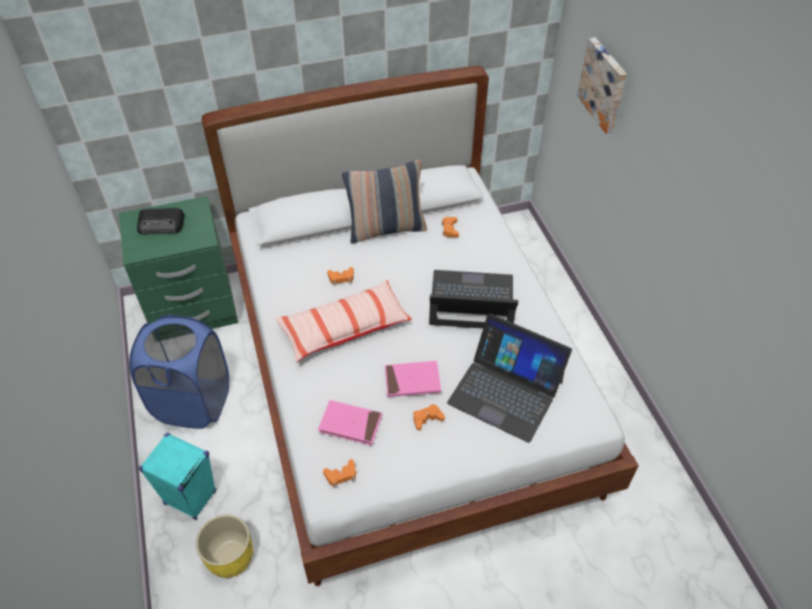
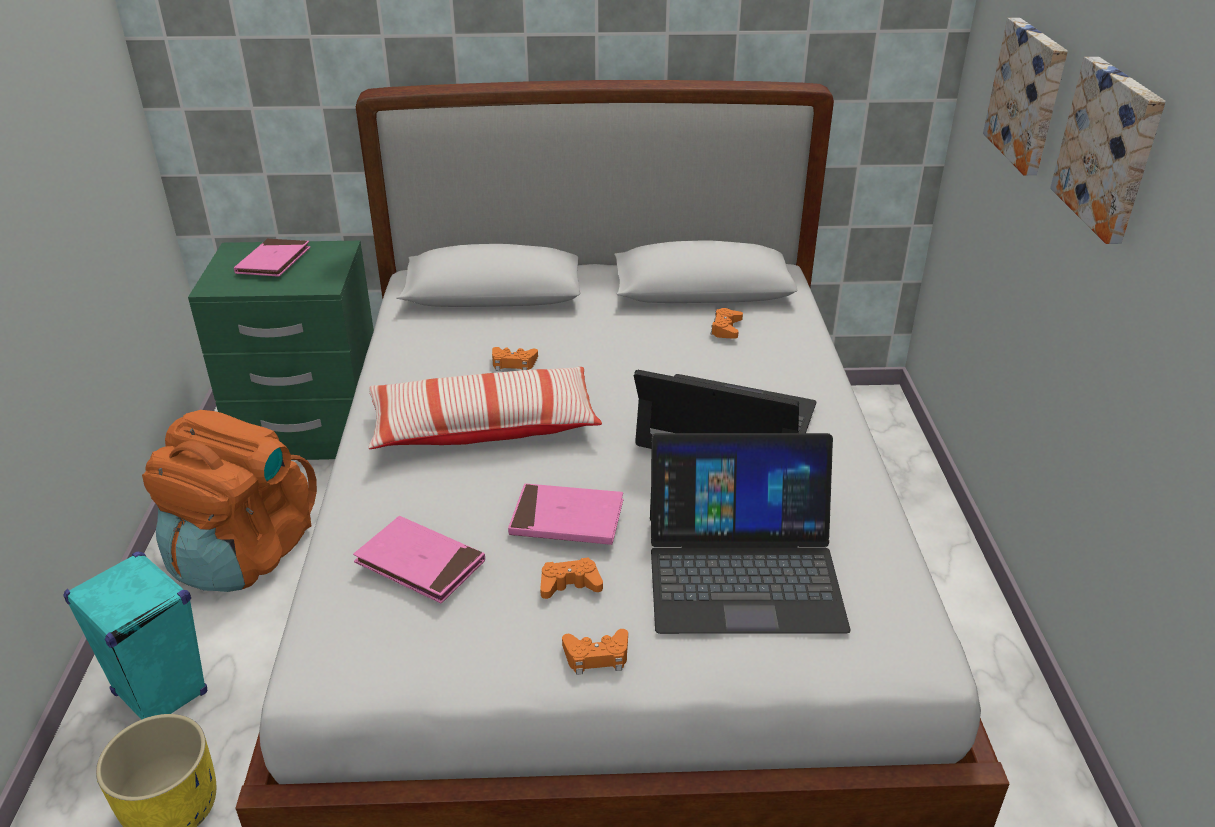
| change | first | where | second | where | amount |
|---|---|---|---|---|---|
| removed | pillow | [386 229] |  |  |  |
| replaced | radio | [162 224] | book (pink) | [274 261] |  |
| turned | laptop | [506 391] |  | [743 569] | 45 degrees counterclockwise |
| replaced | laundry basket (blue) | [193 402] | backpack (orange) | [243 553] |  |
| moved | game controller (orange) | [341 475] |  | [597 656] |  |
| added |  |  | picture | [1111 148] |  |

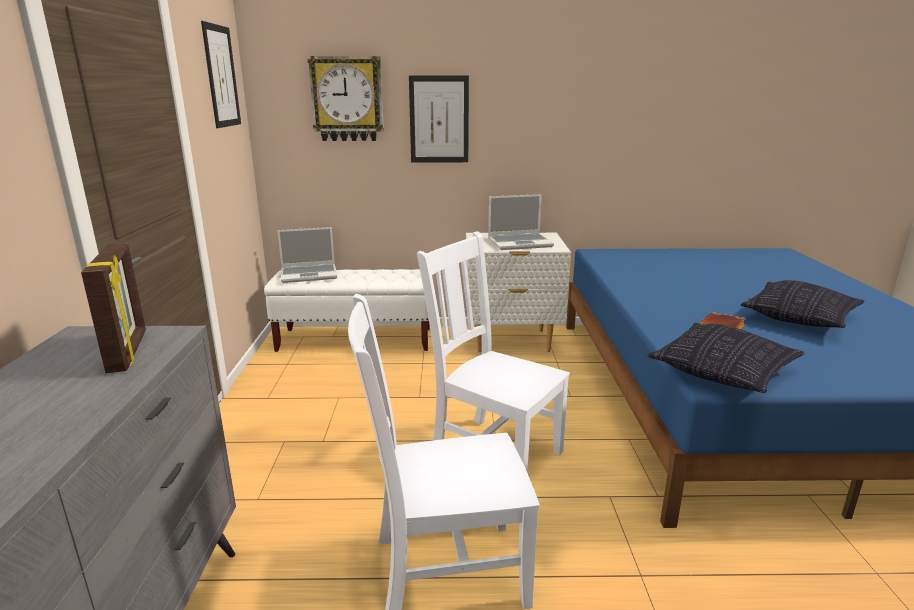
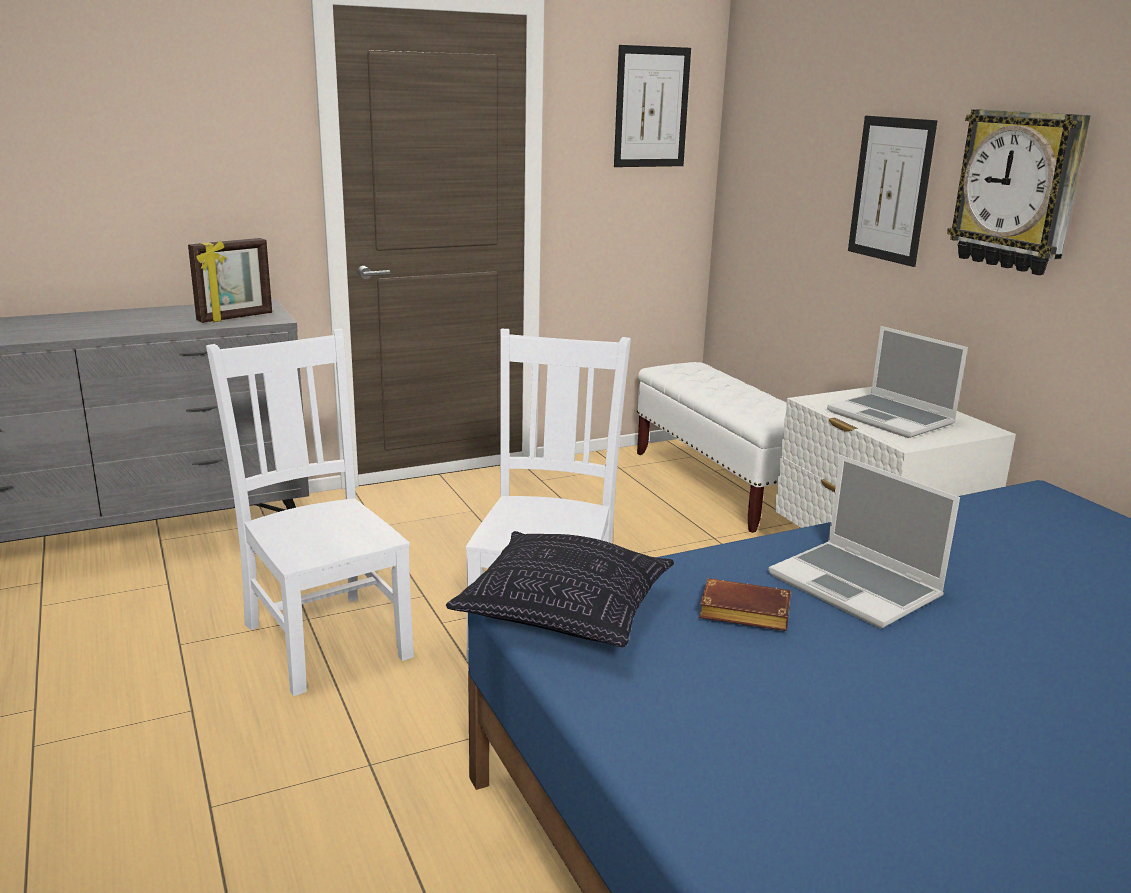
| change | first | where | second | where | amount |
|---|---|---|---|---|---|
| moved | wall clock | [347 99] |  | [1017 191] |  |
| moved | laptop | [310 274] |  | [857 587] |  |
| removed | pillow | [798 318] |  |  |  |

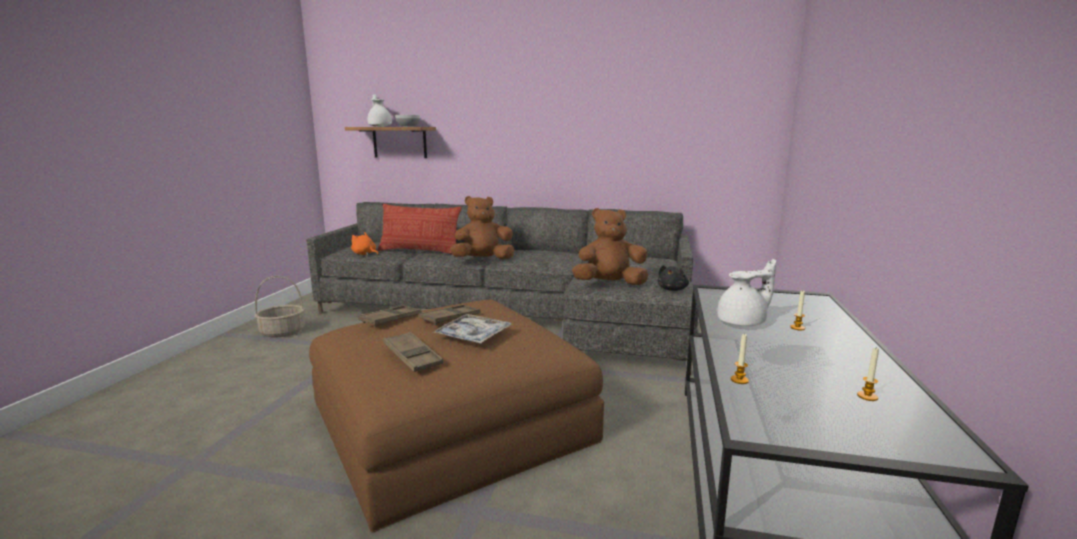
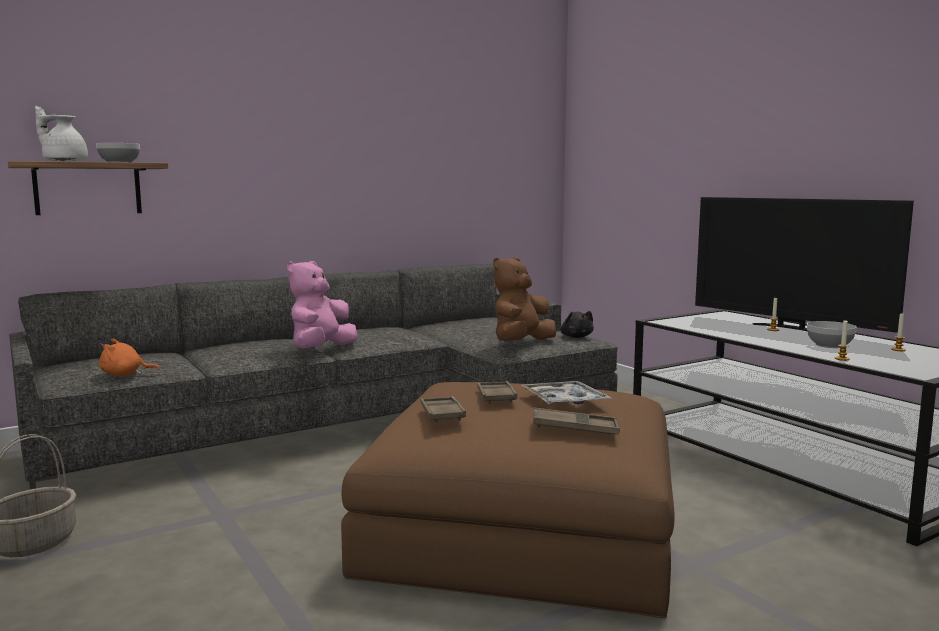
| change | first | where | second | where | amount |
|---|---|---|---|---|---|
| recoloured | plush toy (brown) | [483 260] | plush toy (pink) | [321 350] |  |
| removed | pillow | [420 251] |  |  |  |
| removed | teapot (white) | [743 322] |  |  |  |
| added |  |  | television | [789 328] |  |
| added |  |  | bowl | [830 345] |  |

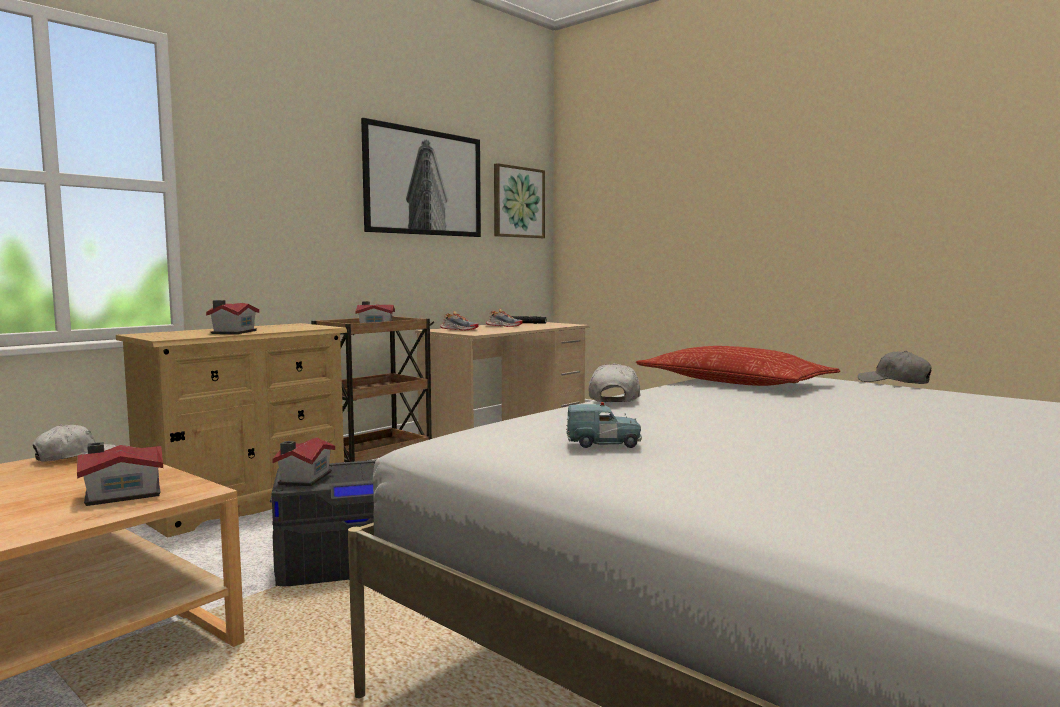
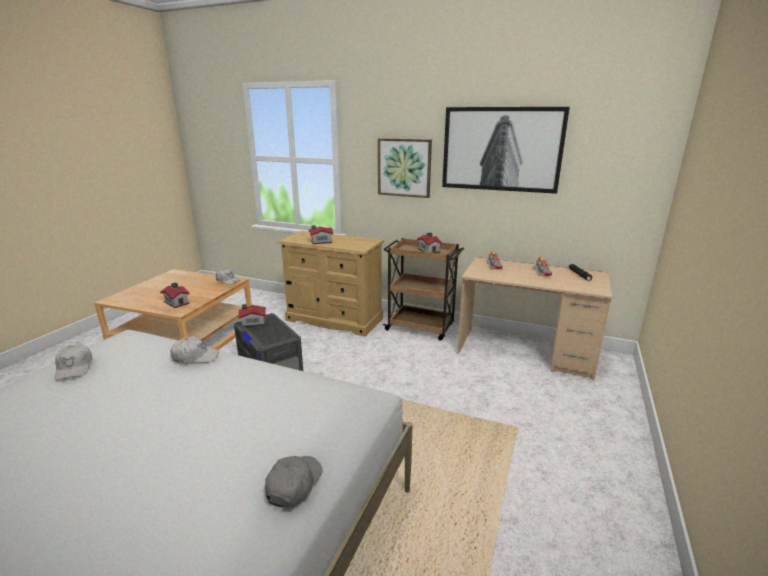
| change | first | where | second | where | amount |
|---|---|---|---|---|---|
| moved | picture | [518 202] |  | [404 167] |  |
| removed | pillow | [732 381] |  |  |  |
| replaced | toy car (blue) | [604 444] | cap (white) | [74 368] |  |

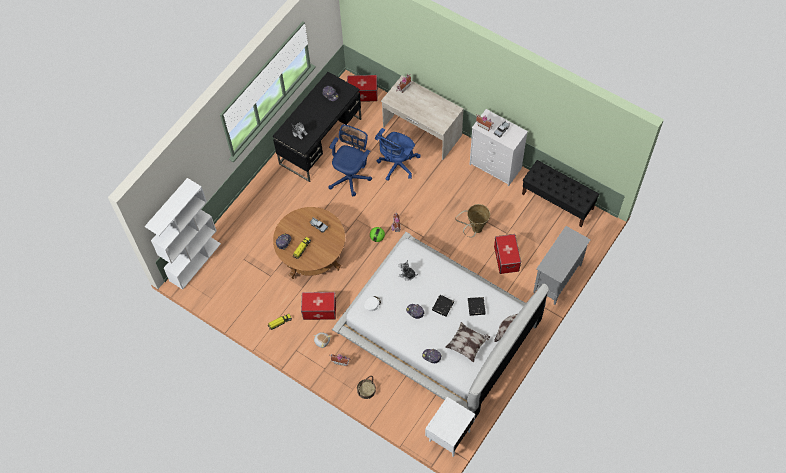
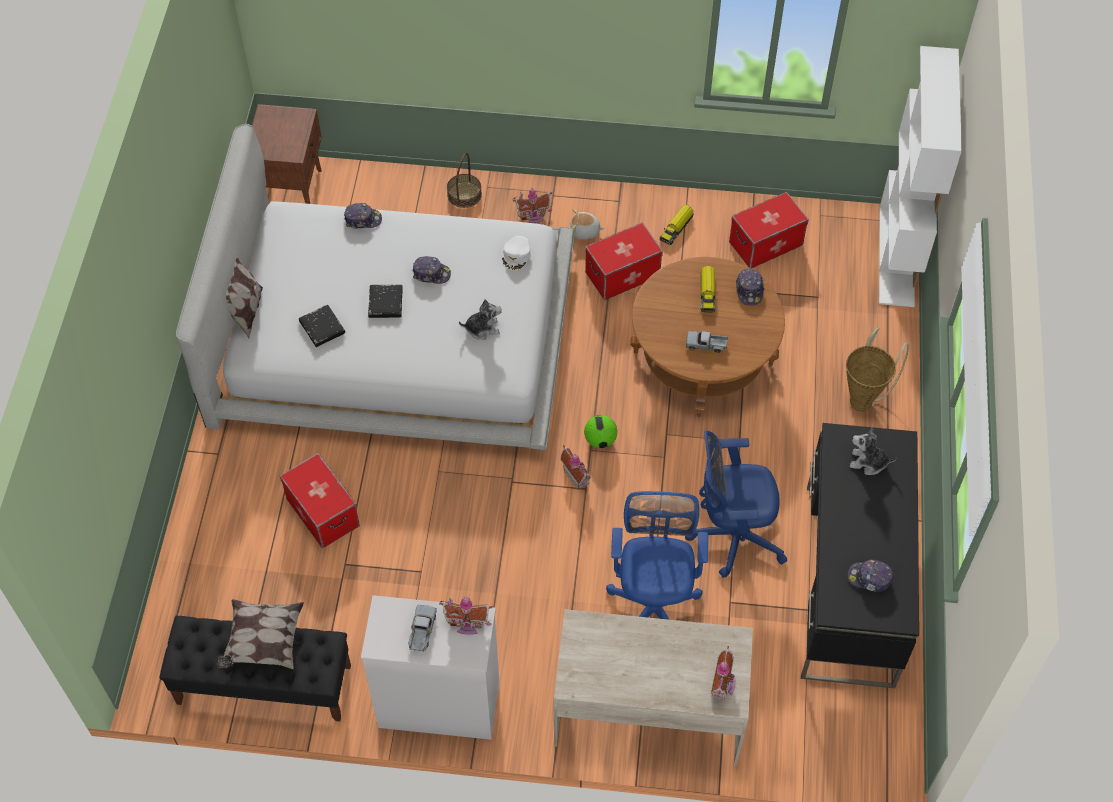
| change | first | where | second | where | amount |
|---|---|---|---|---|---|
| moved | storage box | [362 94] |  | [765 243] |  |
| turned | office chair (blue) | [351 177] |  | [732 536] | 90 degrees clockwise |
| moved | basket | [474 230] |  | [864 399] |  |
| removed | cabinet (grey) | [557 279] |  |  |  |
| moved | pillow | [467 345] |  | [263 642] |  |
| recoloured | nightstand (white) | [449 436] | nightstand (brown) | [291 187] |  |

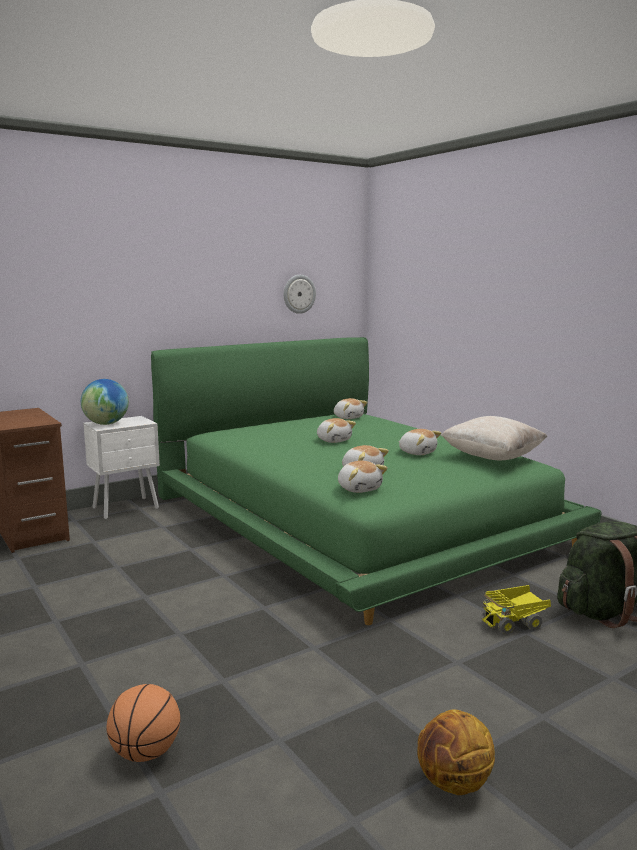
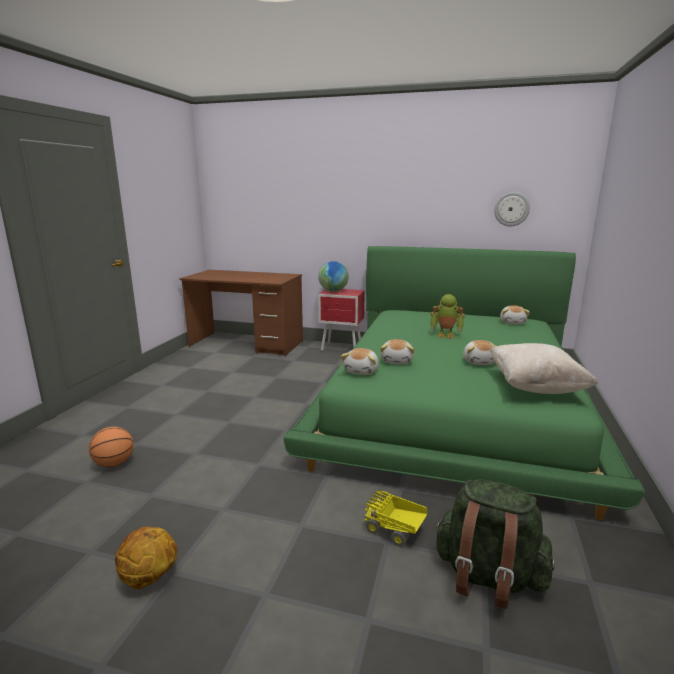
| change | first | where | second | where | amount |
|---|---|---|---|---|---|
| recoloured | nightstand (white) | [127 508] | nightstand (red) | [342 349] |  |
| replaced | plush toy | [334 440] | toy robot | [446 335] |  |

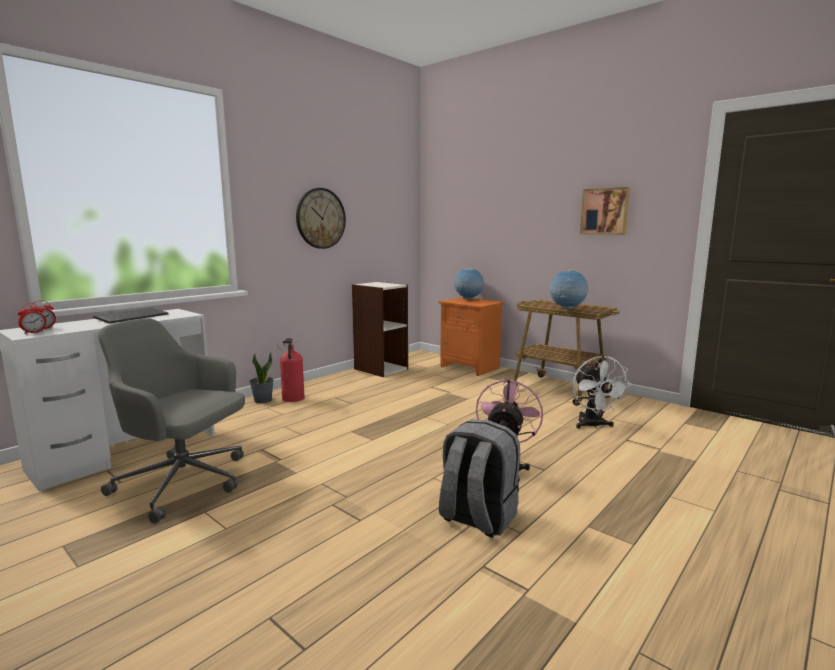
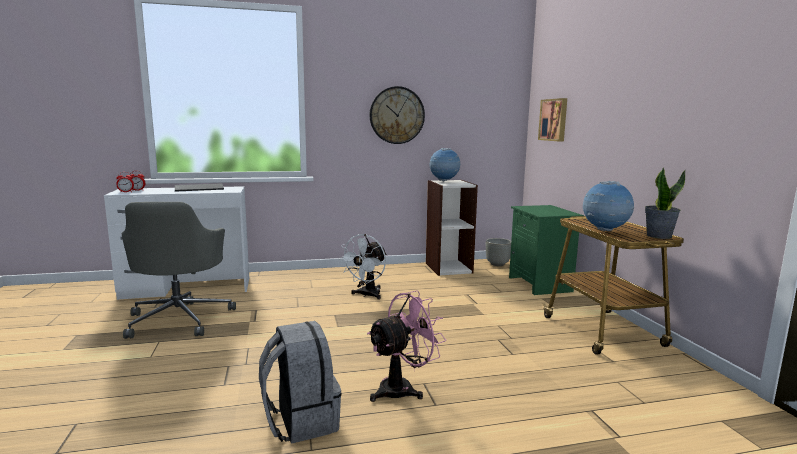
| change | first | where | second | where | amount |
|---|---|---|---|---|---|
| moved | picture | [605 211] |  | [554 120] |  |
| moved | globe | [468 299] |  | [444 181] |  |
| recoloured | nightstand (orange) | [471 367] | nightstand (green) | [541 284] |  |
| turned | office chair (grey) | [184 483] |  | [180 319] | 150 degrees counterclockwise |
| removed | fire extinguisher | [293 399] |  |  |  |
| moved | potted plant | [262 400] |  | [658 236] |  |
| moved | fan (white) | [593 425] |  | [367 295] |  |
| added |  |  | planter (grey) | [497 264] |  |

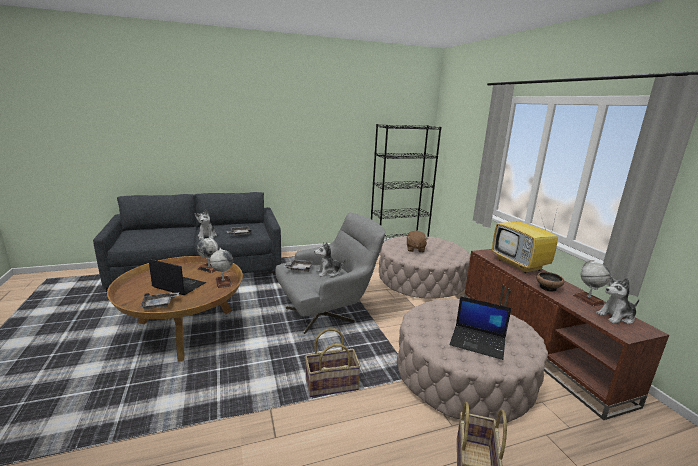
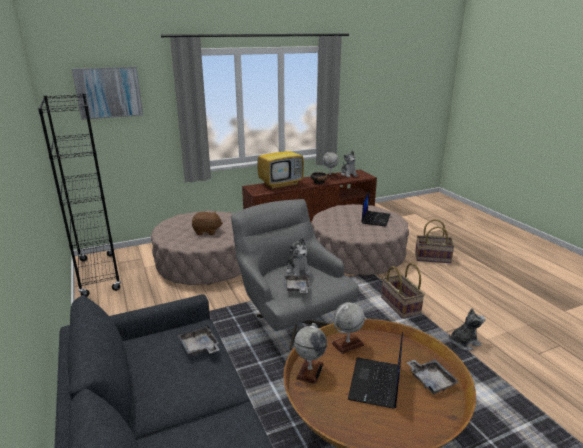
| change | first | where | second | where | amount |
|---|---|---|---|---|---|
| moved | plush toy | [207 236] |  | [464 343] |  |
| added |  |  | picture | [108 92] |  |

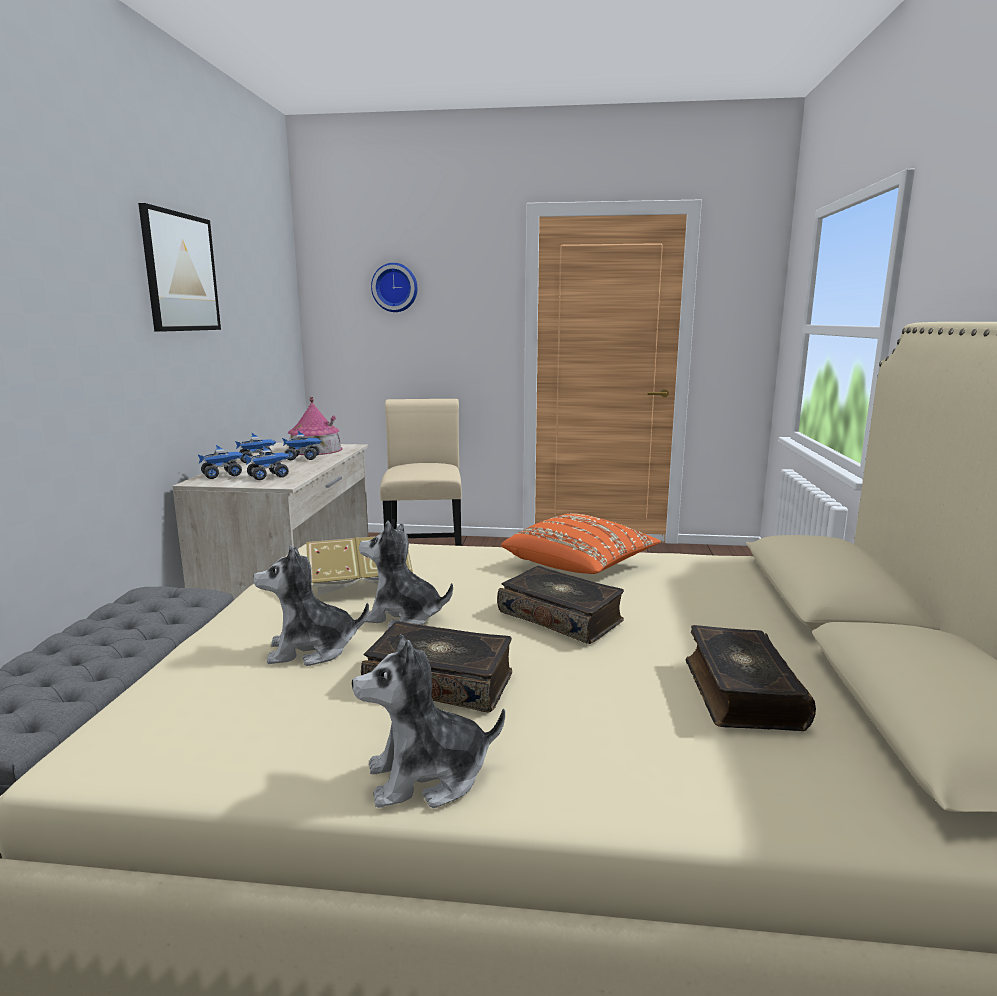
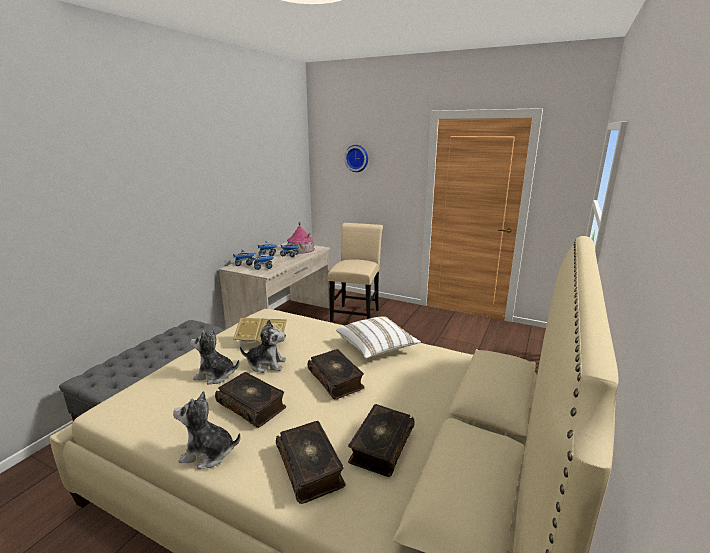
| change | first | where | second | where | amount |
|---|---|---|---|---|---|
| removed | picture | [180 272] |  |  |  |
| recoloured | pillow (orange) | [580 566] | pillow (white) | [376 347] |  |
| turned | plush toy | [403 617] |  | [266 364] | 150 degrees clockwise |
| added |  |  | book | [310 467] |  |

